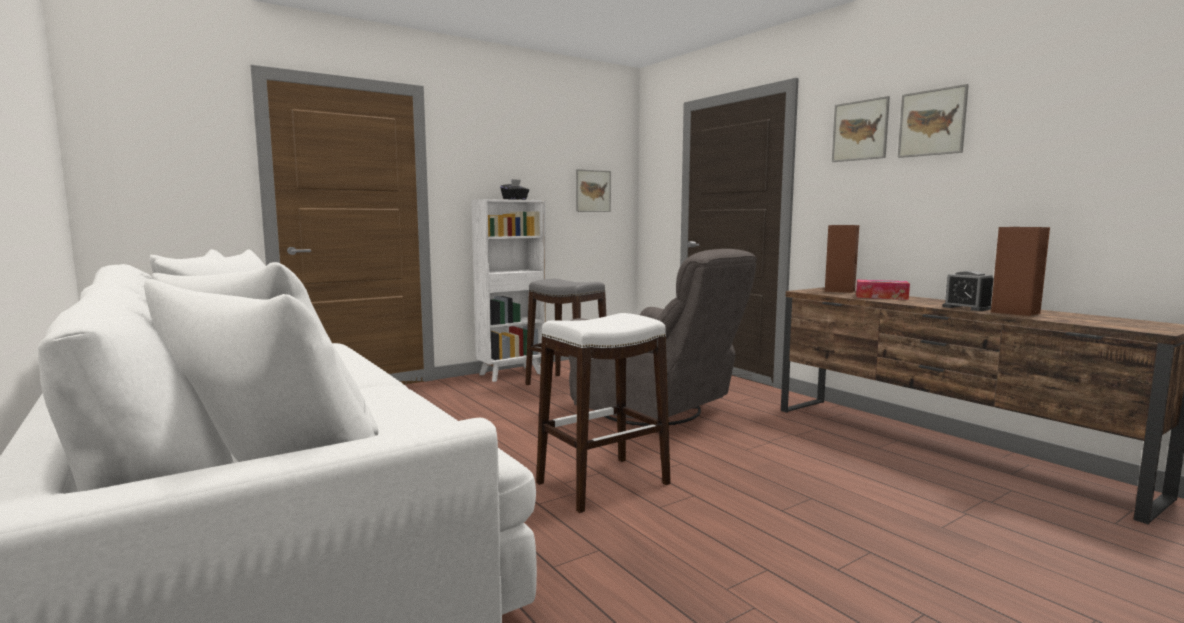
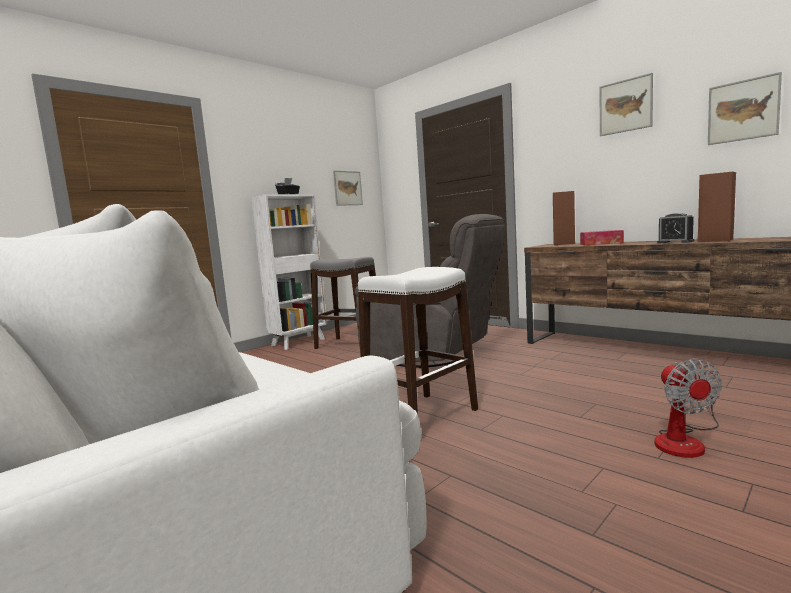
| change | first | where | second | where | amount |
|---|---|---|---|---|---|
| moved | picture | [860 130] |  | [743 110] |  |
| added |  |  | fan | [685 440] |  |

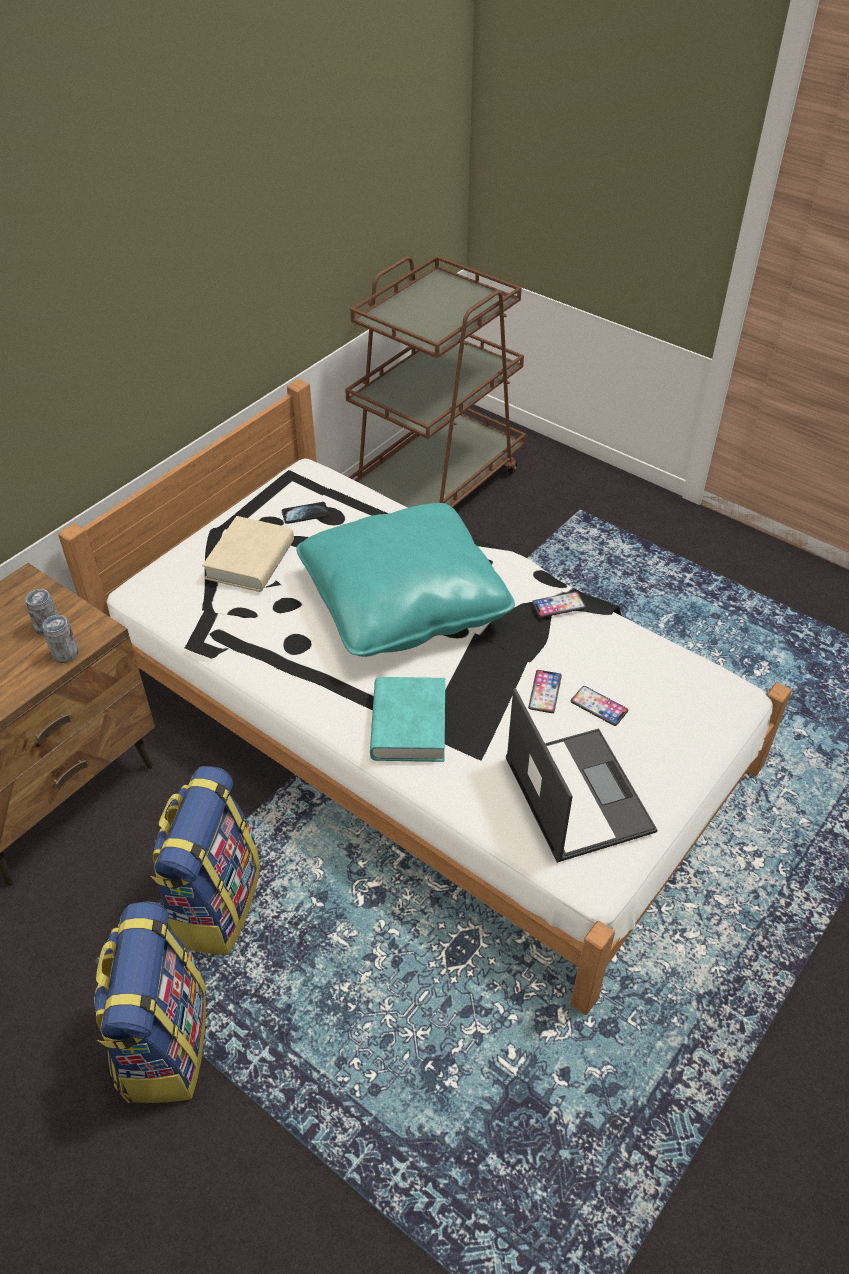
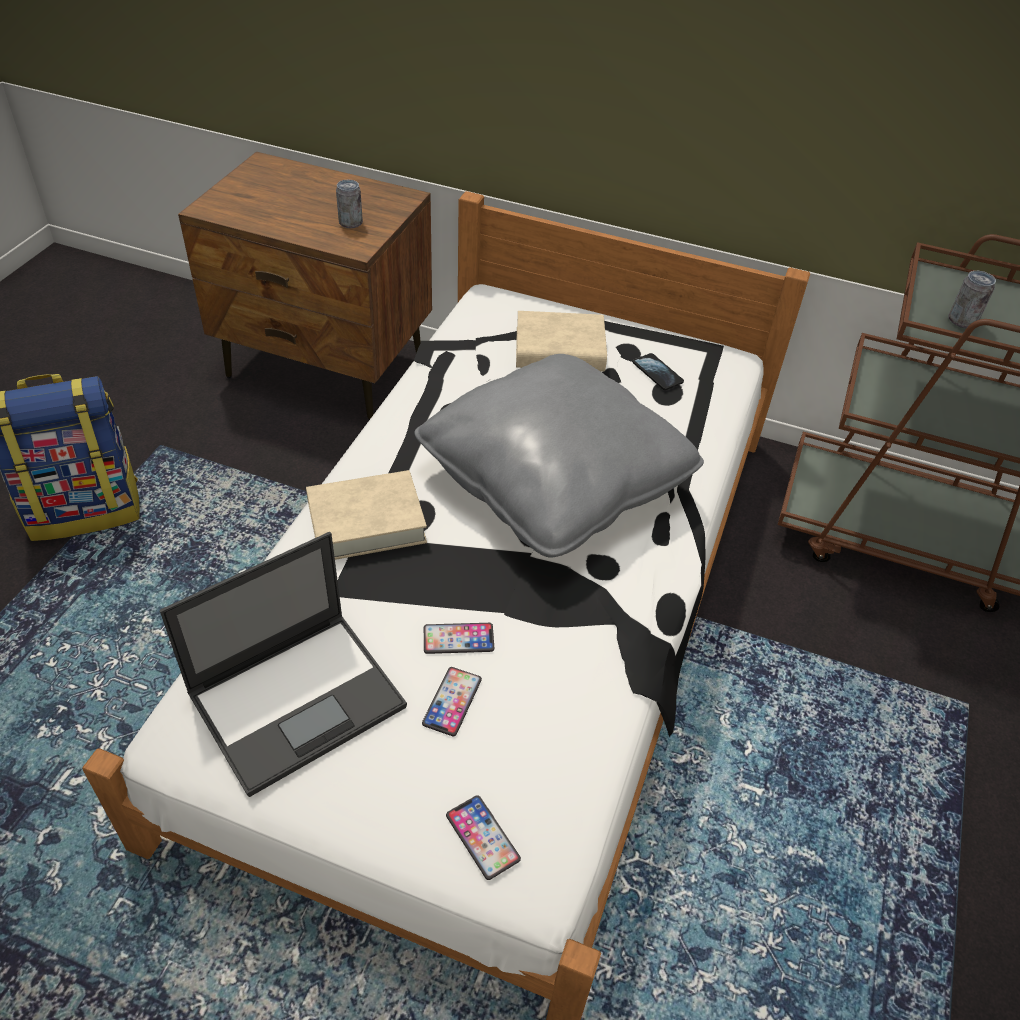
| change | first | where | second | where | amount |
|---|---|---|---|---|---|
| recoloured | pillow (turquoise) | [404 602] | pillow (grey) | [554 479] |  |
| moved | phone | [558 605] |  | [482 837] |  |
| moved | can | [65 654] |  | [962 321] |  |
| recoloured | book (turquoise) | [408 725] | book (beige) | [366 522] |  |
| removed | backpack | [214 902] |  |  |  |

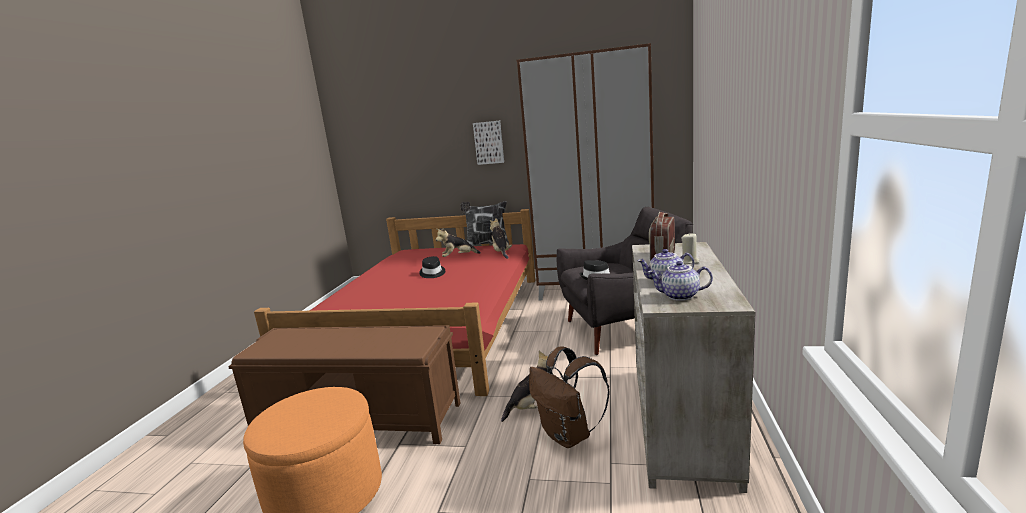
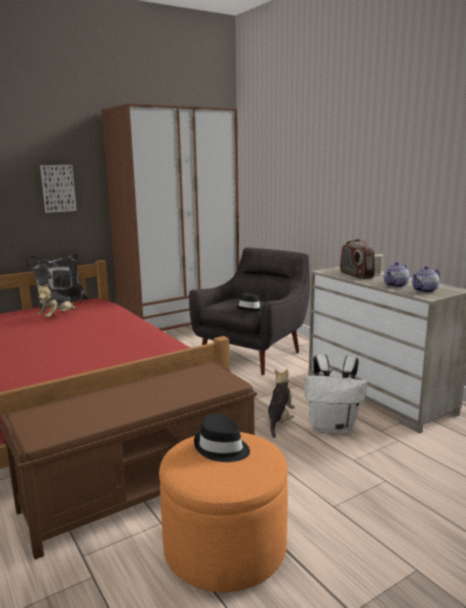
| change | first | where | second | where | amount |
|---|---|---|---|---|---|
| removed | plush toy | [501 253] |  |  |  |
| moved | hat (black) | [432 273] |  | [221 448] |  |
| recoloured | backpack (brown) | [569 436] | backpack (white) | [333 427] |  |

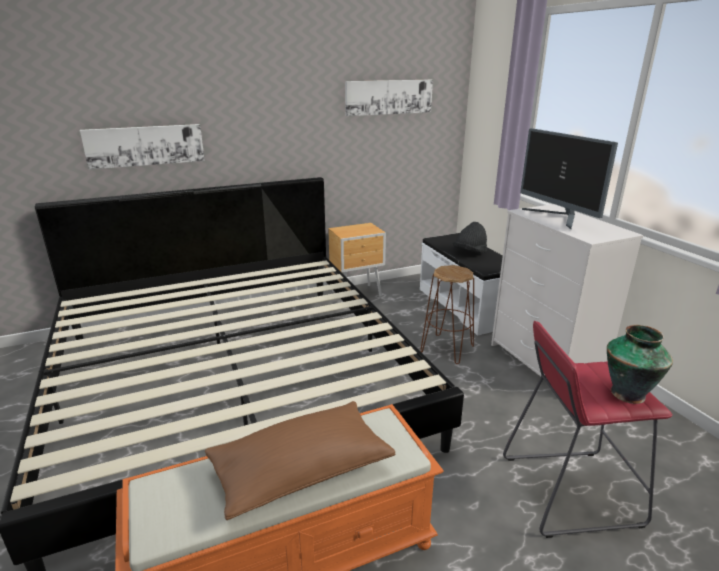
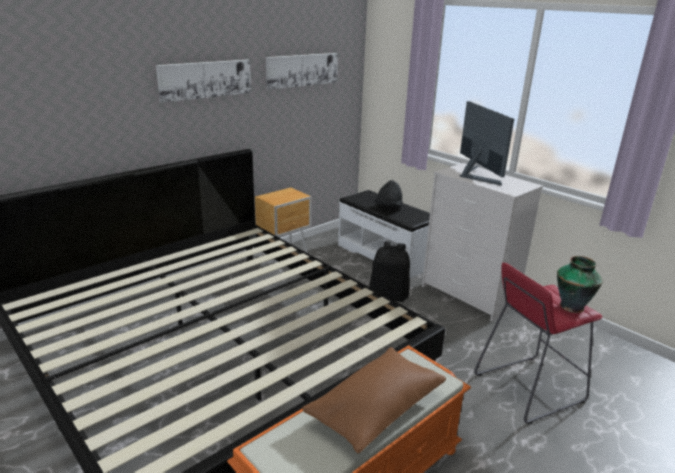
| change | first | where | second | where | amount |
|---|---|---|---|---|---|
| moved | picture | [145 145] |  | [205 79] |  |
| turned | monitor | [558 218] |  | [476 175] | 150 degrees counterclockwise |
| replaced | stool (brown) | [447 349] | backpack (black) | [389 295] |  |

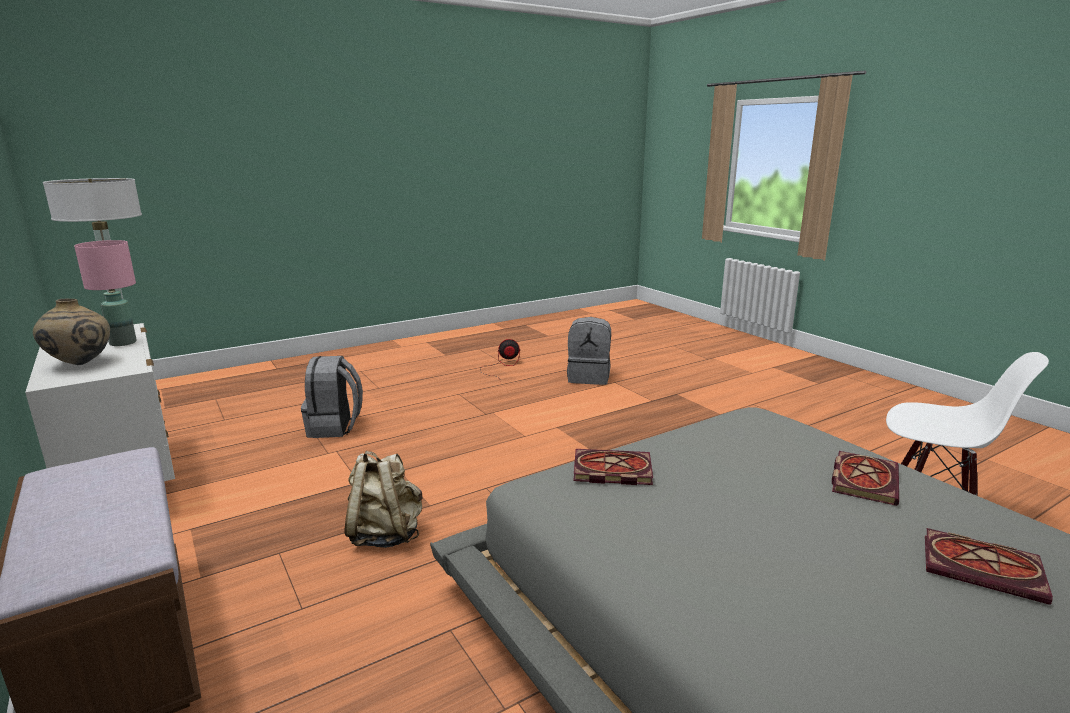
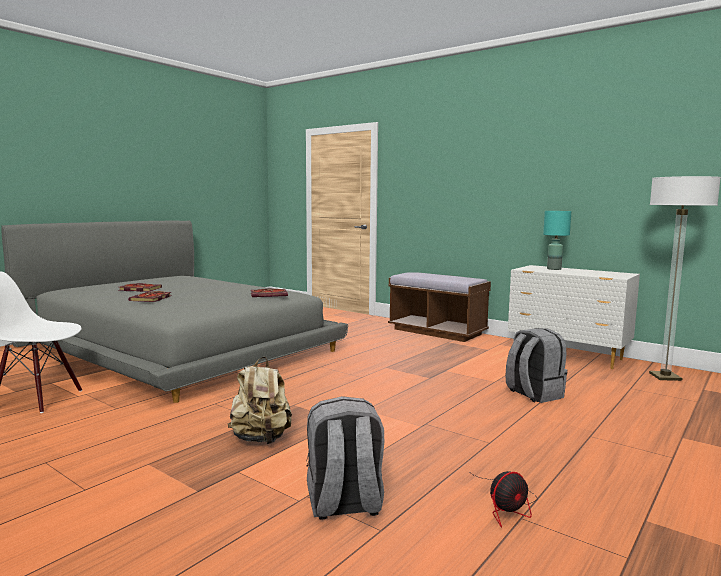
| change | first | where | second | where | amount |
|---|---|---|---|---|---|
| removed | table lamp (pink) | [122 343] |  |  |  |
| replaced | vase (beige) | [80 364] | table lamp (turquoise) | [554 269] |  |
| moved | backpack (beige) | [385 535] |  | [261 439] |  |

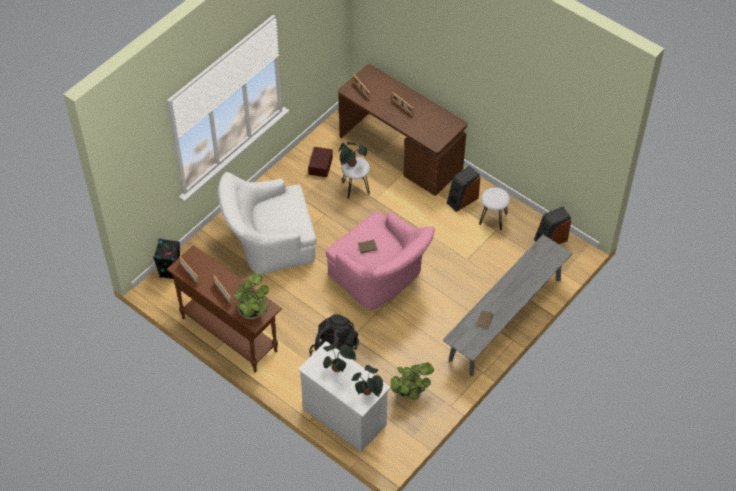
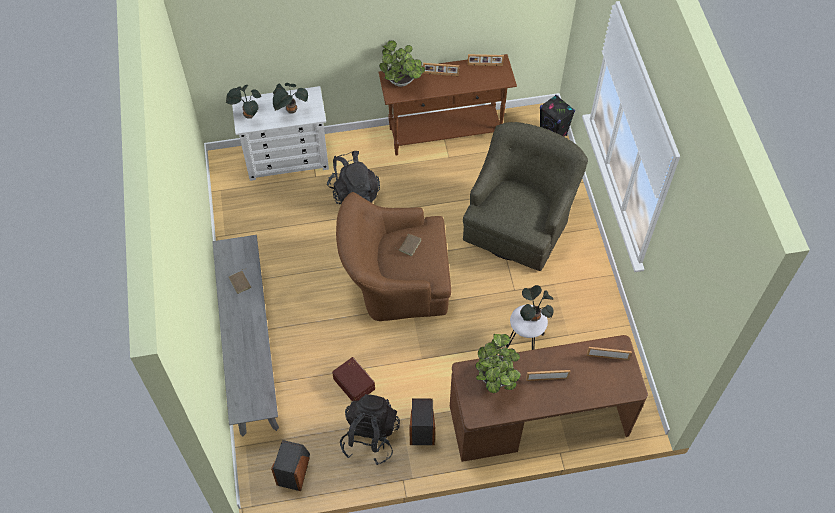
| change | first | where | second | where | amount |
|---|---|---|---|---|---|
| moved | storage box (brown) | [319 165] |  | [354 383] |  |
| recoloured | armchair (white) | [268 243] | armchair (green) | [519 222] |  |
| replaced | stool (white) | [493 219] | backpack (black) | [370 437] |  |
| recoloured | armchair (pink) | [381 278] | armchair (brown) | [395 281] |  |
| moved | potted plant | [410 392] |  | [495 379] |  |

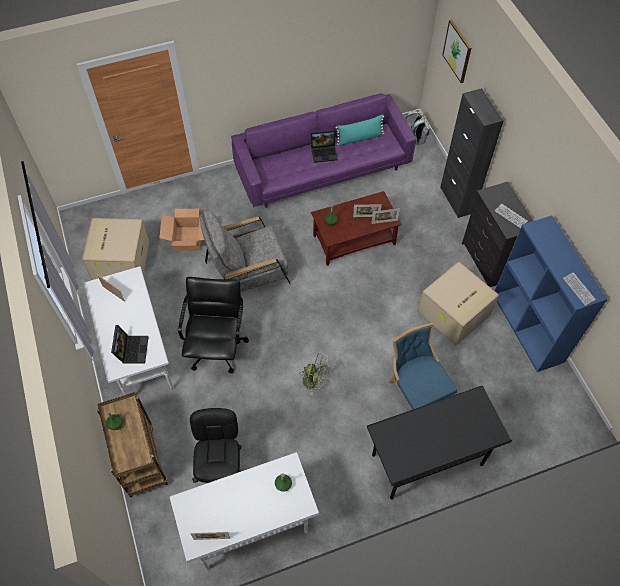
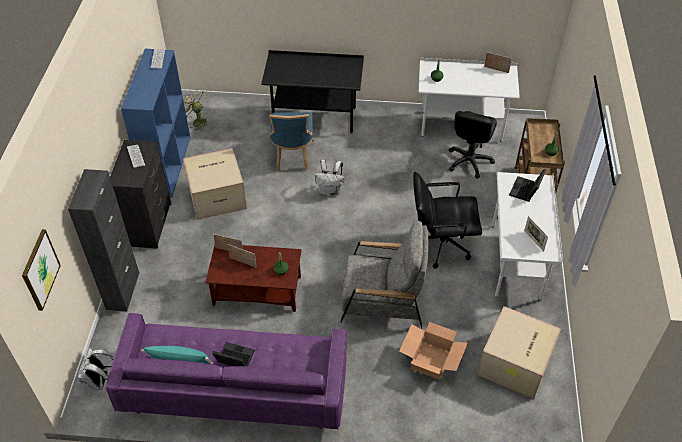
| change | first | where | second | where | amount |
|---|---|---|---|---|---|
| turned | office chair (black) | [217 347] |  | [440 244] | 60 degrees clockwise |
| moved | fan (green) | [314 381] |  | [197 121] |  |
| added |  |  | backpack (white) | [330 191] |  |

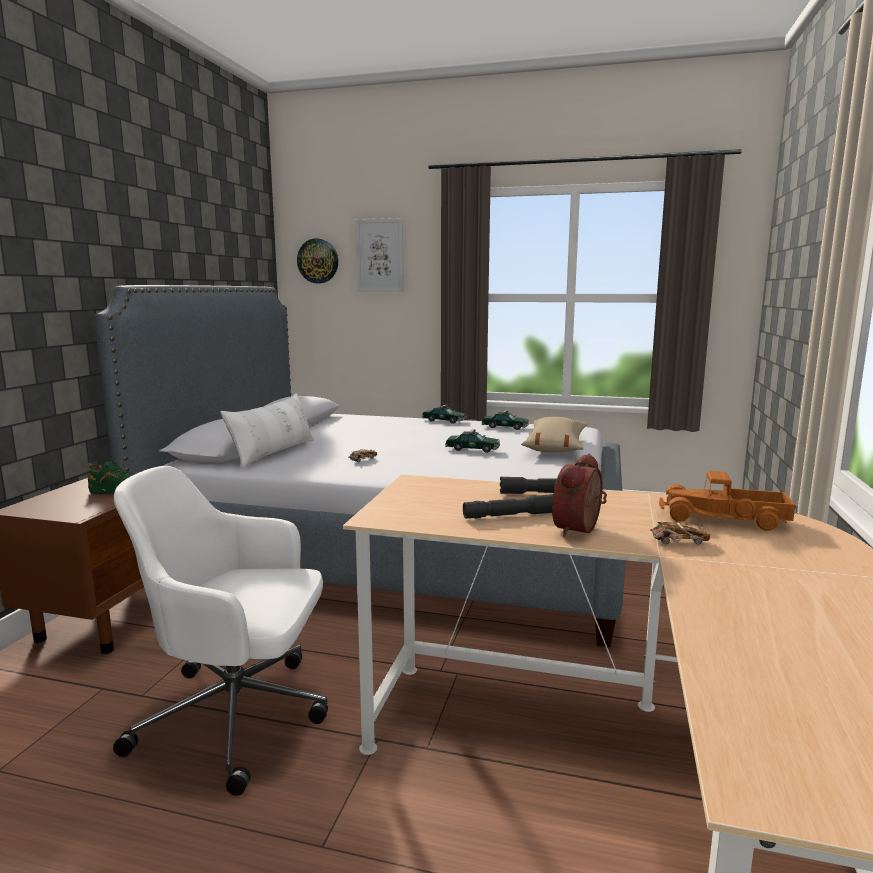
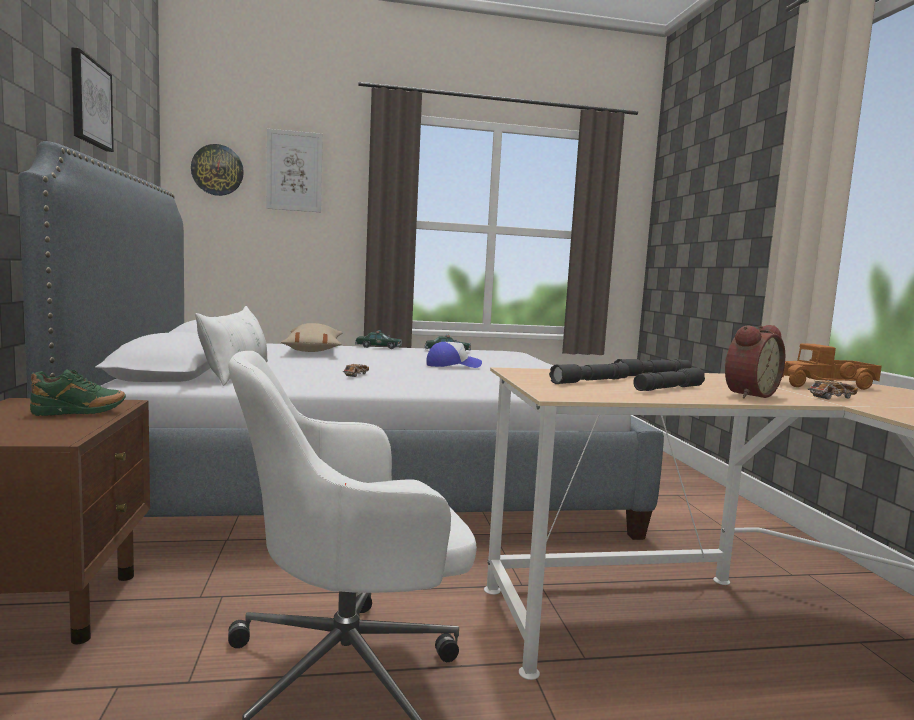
| change | first | where | second | where | amount |
|---|---|---|---|---|---|
| moved | pillow (beige) | [555 446] |  | [313 350] |  |
| replaced | toy car | [472 449] | cap | [452 365] |  |
| turned | alarm clock | [580 530] |  | [747 394] | 135 degrees counterclockwise |
| added |  |  | picture | [90 103] |  |
| added |  |  | flashlight (grey) | [590 381] |  |

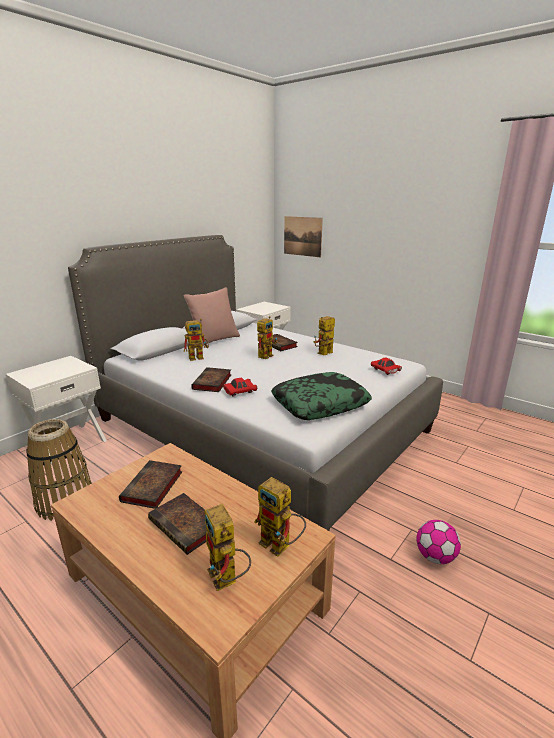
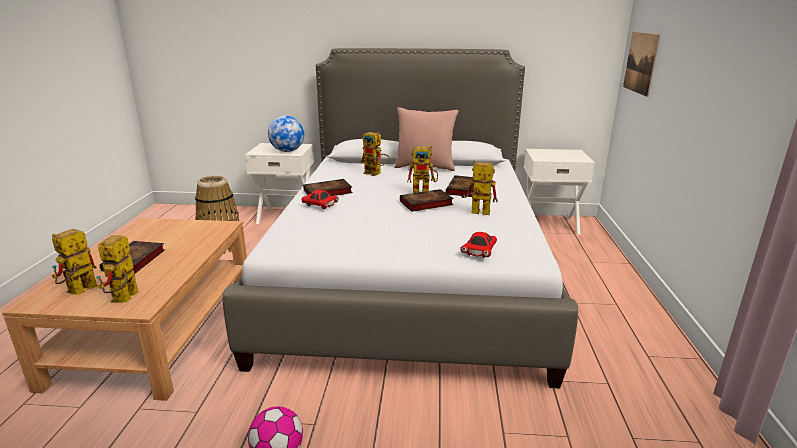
| change | first | where | second | where | amount |
|---|---|---|---|---|---|
| removed | pillow | [320 404] |  |  |  |
| moved | book | [152 488] |  | [425 204] |  |
| added |  |  | globe | [287 151] |  |

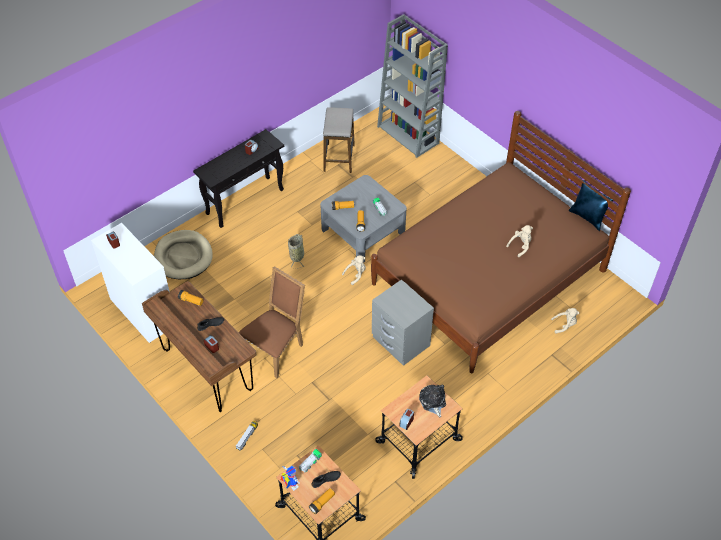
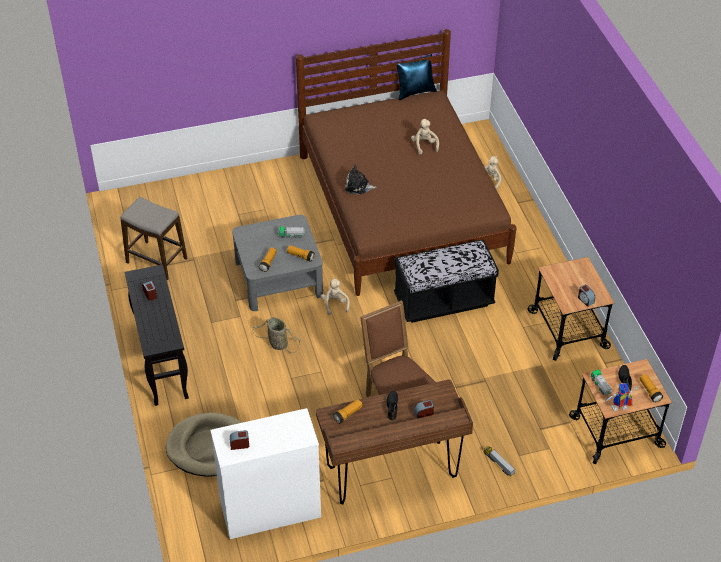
| change | first | where | second | where | amount |
|---|---|---|---|---|---|
| removed | bookcase (grey) | [409 135] |  |  |  |
| replaced | nightstand (grey) | [400 342] | bench (black) | [443 301] |  |
| moved | plush toy | [432 402] |  | [358 186] |  |

